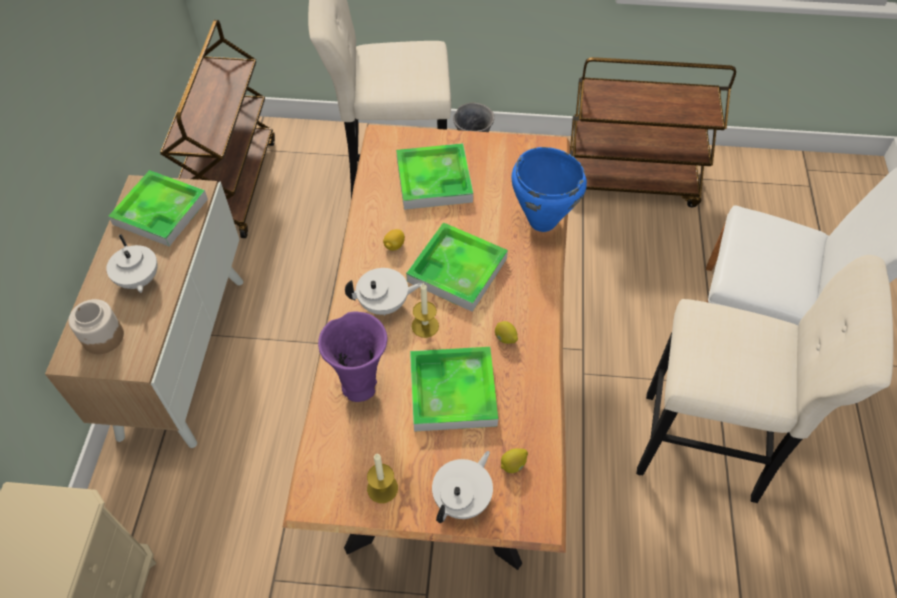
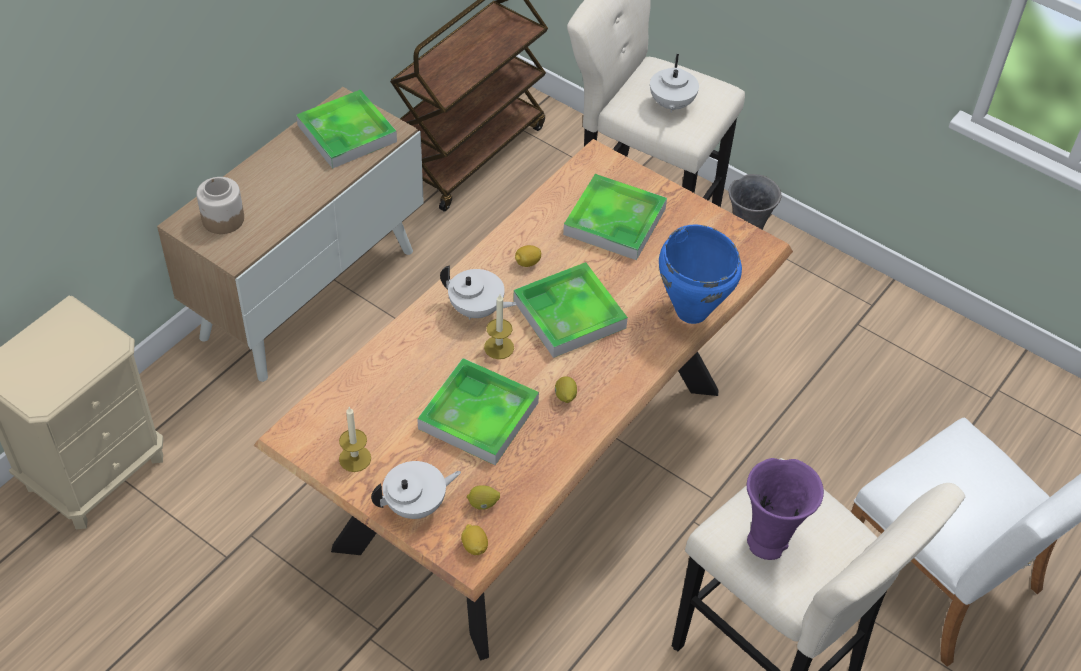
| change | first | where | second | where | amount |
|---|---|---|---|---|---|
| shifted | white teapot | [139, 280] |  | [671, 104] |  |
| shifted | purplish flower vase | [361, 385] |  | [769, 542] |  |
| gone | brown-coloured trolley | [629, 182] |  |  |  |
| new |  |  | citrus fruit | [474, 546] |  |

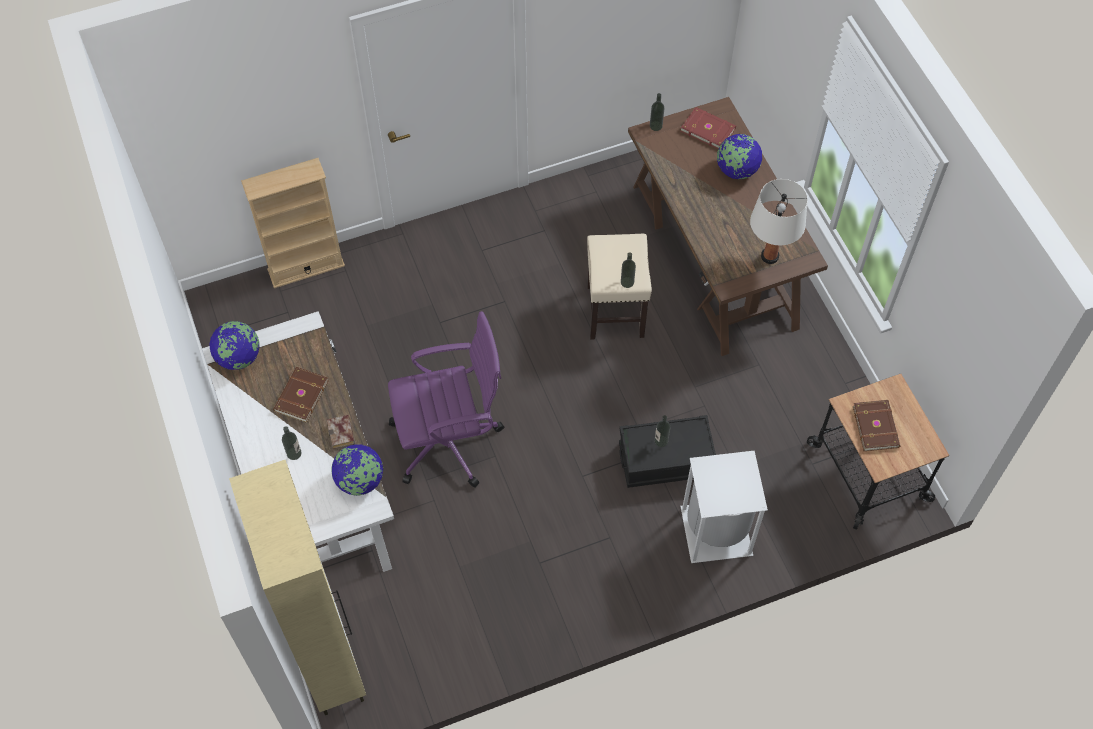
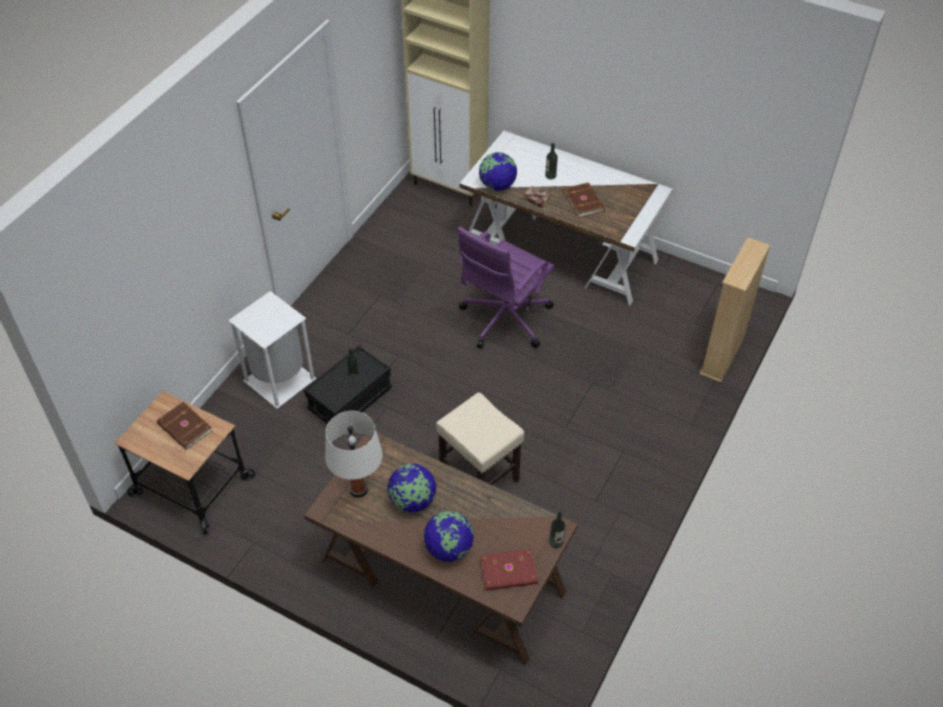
| change | first | where | second | where | amount |
|---|---|---|---|---|---|
| shifted | desk globe | [239, 357] |  | [412, 501] |  |
| gone | drink bottle | [627, 282] |  |  |  |

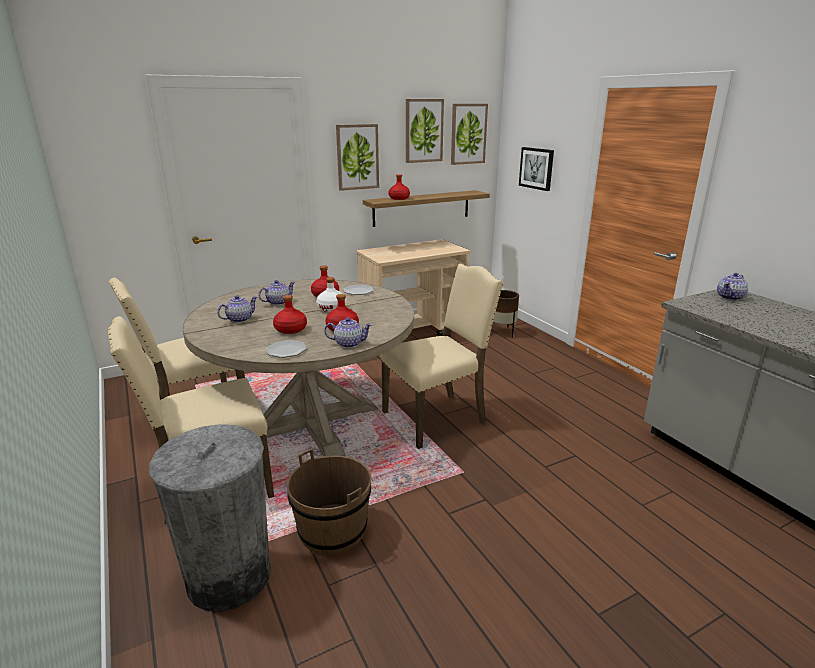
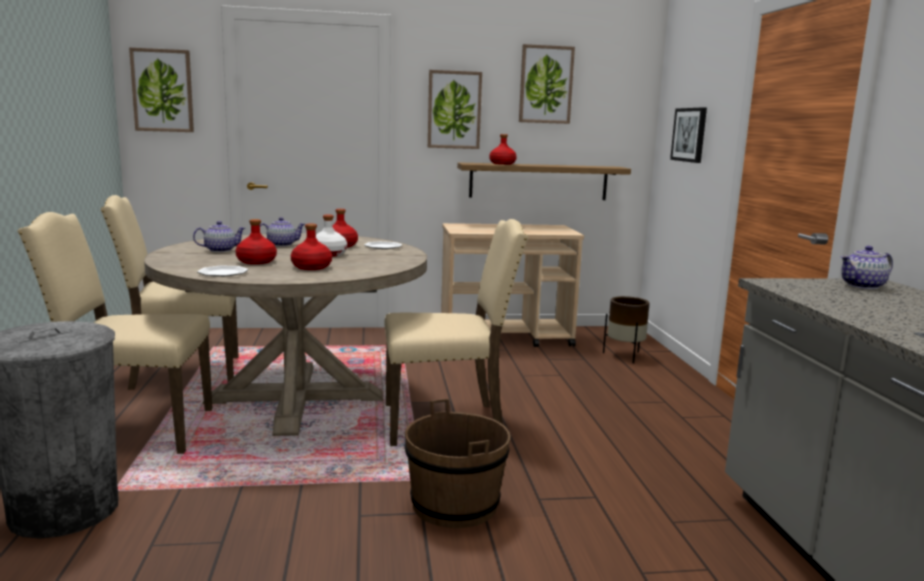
| change | first | where | second | where | amount |
|---|---|---|---|---|---|
| shifted | brown-coloured bucket | [332, 529] |  | [455, 505] |  |
| gone | teapot | [348, 343] |  |  |  |
| shifted | wall picture | [468, 134] |  | [162, 90] |  |

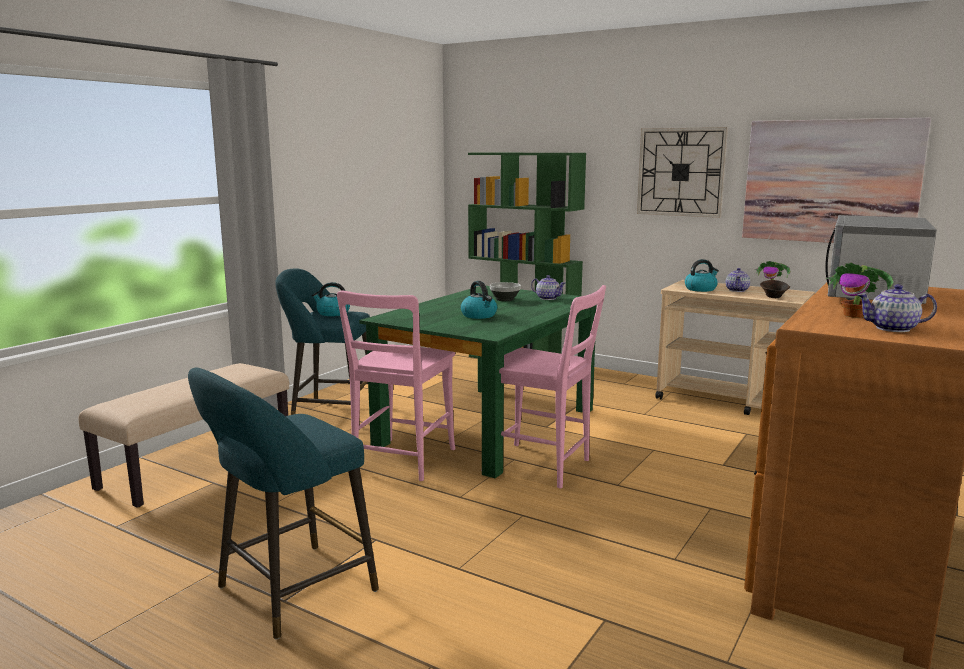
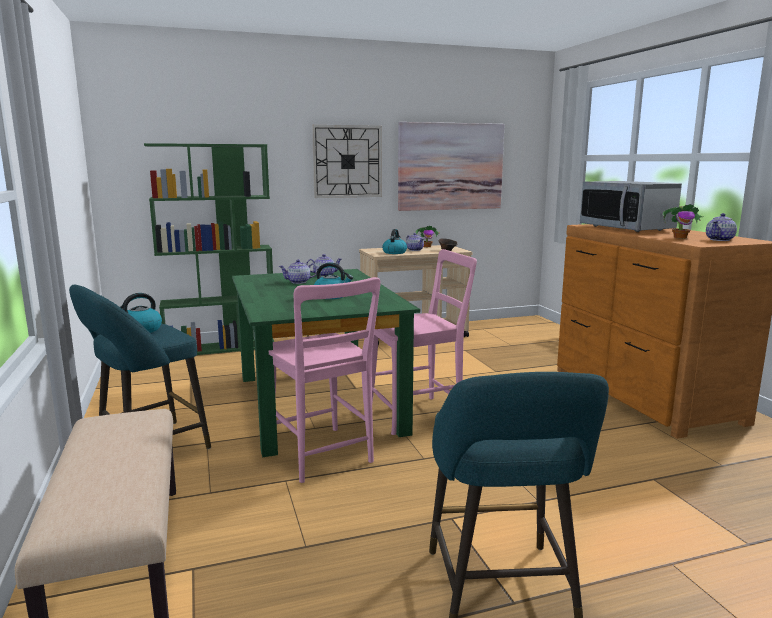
| change | first | where | second | where | amount |
|---|---|---|---|---|---|
| swapped | serving bowl | [505, 299] | teapot | [299, 282] |  |

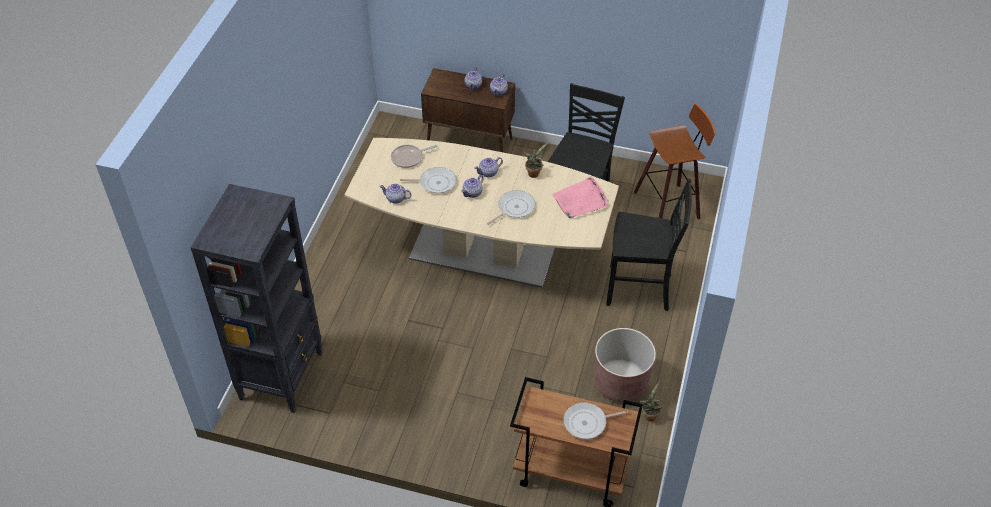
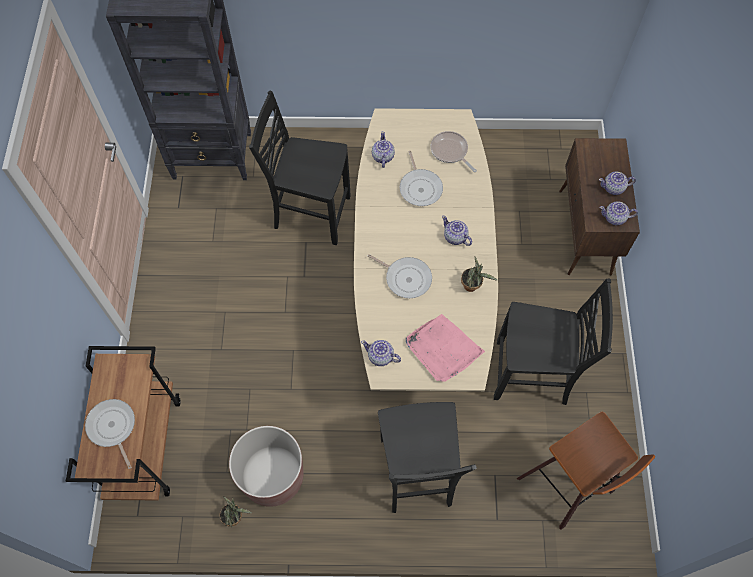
| change | first | where | second | where | amount |
|---|---|---|---|---|---|
| shifted | teapot | [473, 193] |  | [381, 357] |  |
| new |  |  | black-coloured plain chair | [310, 213] |  |

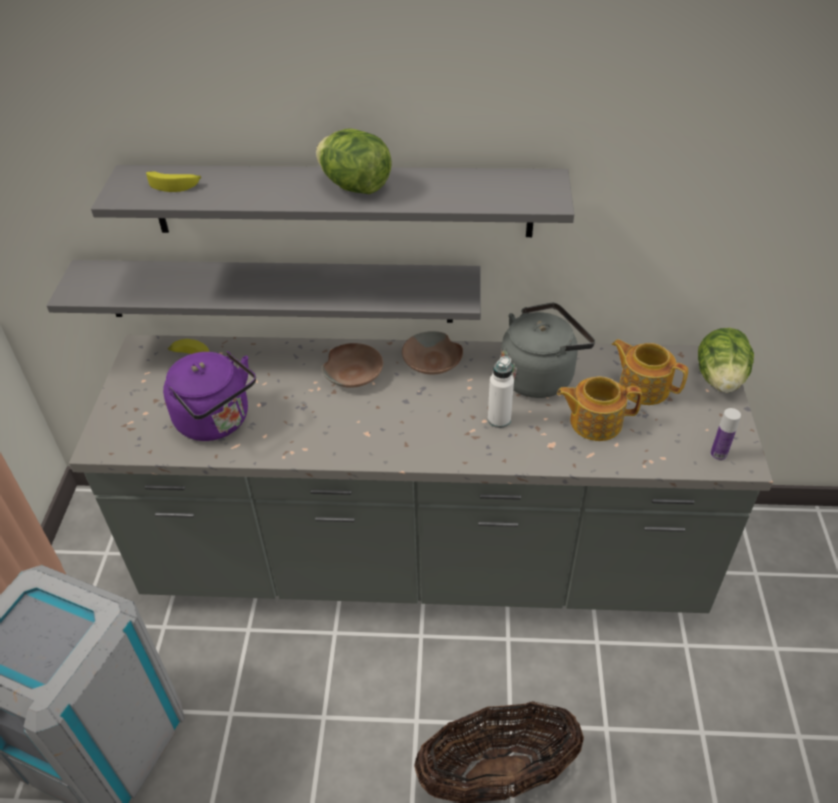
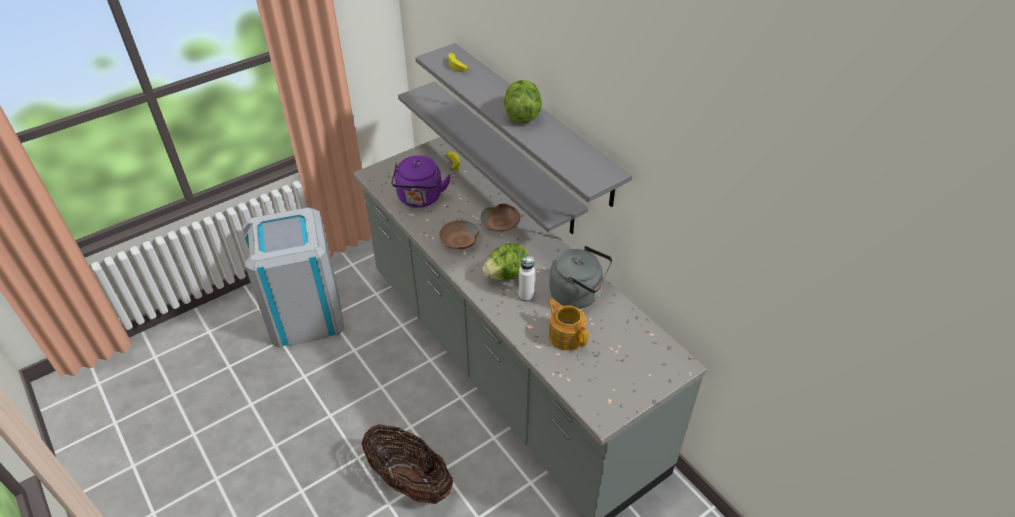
| change | first | where | second | where | amount |
|---|---|---|---|---|---|
| shifted | brown-coloured serving bowl | [432, 362] |  | [459, 241] |  |
| gone | teapot | [643, 386] |  |  |  |
| shifted | head of lettuce | [720, 379] |  | [507, 275] |  |
| gone | drink bottle | [718, 454] |  |  |  |

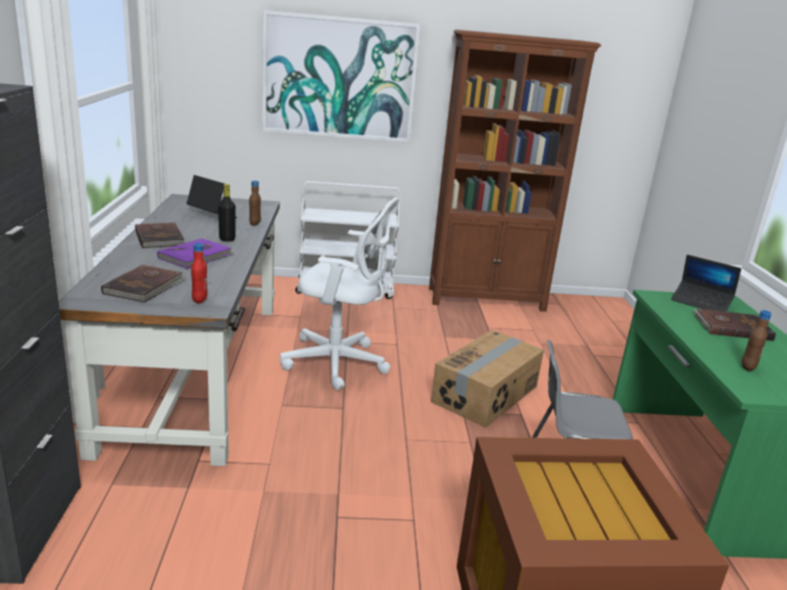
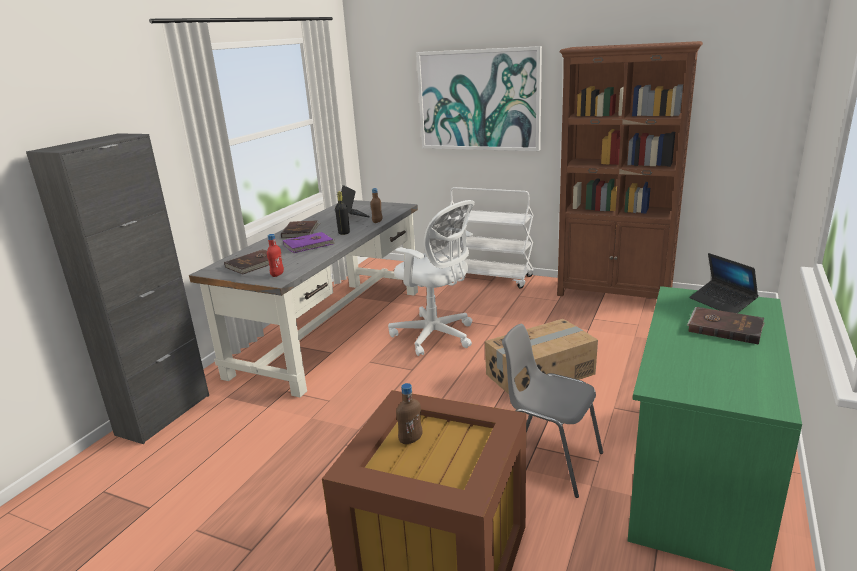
| change | first | where | second | where | amount |
|---|---|---|---|---|---|
| shifted | brown-coloured drink bottle | [748, 367] |  | [410, 440] |  |

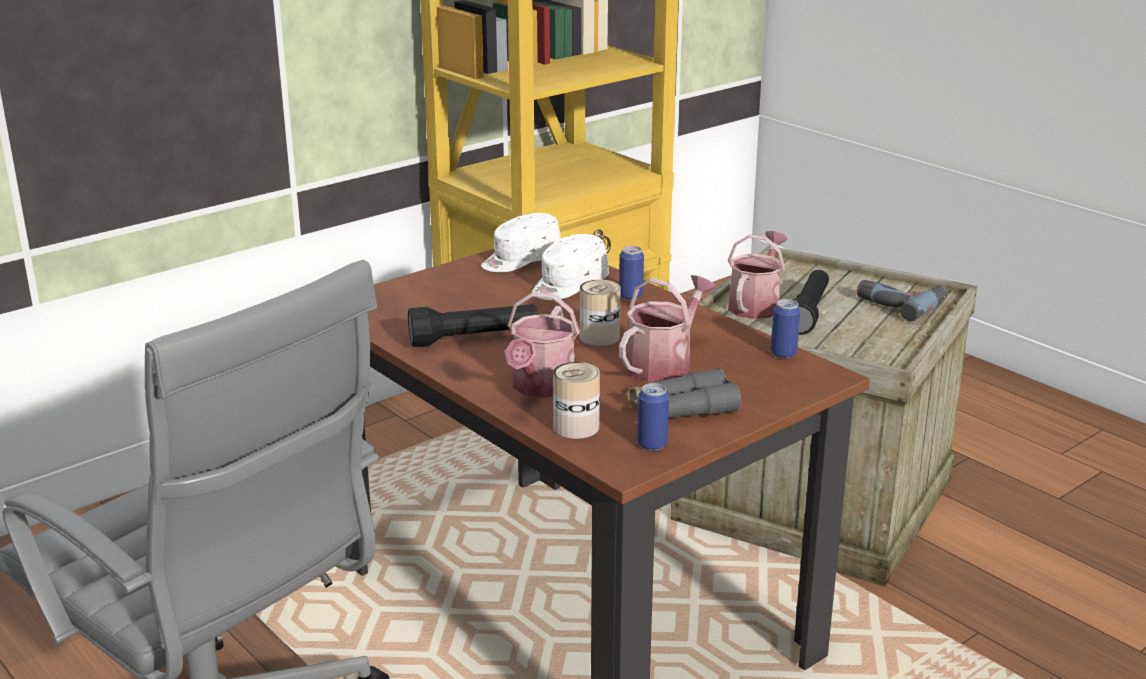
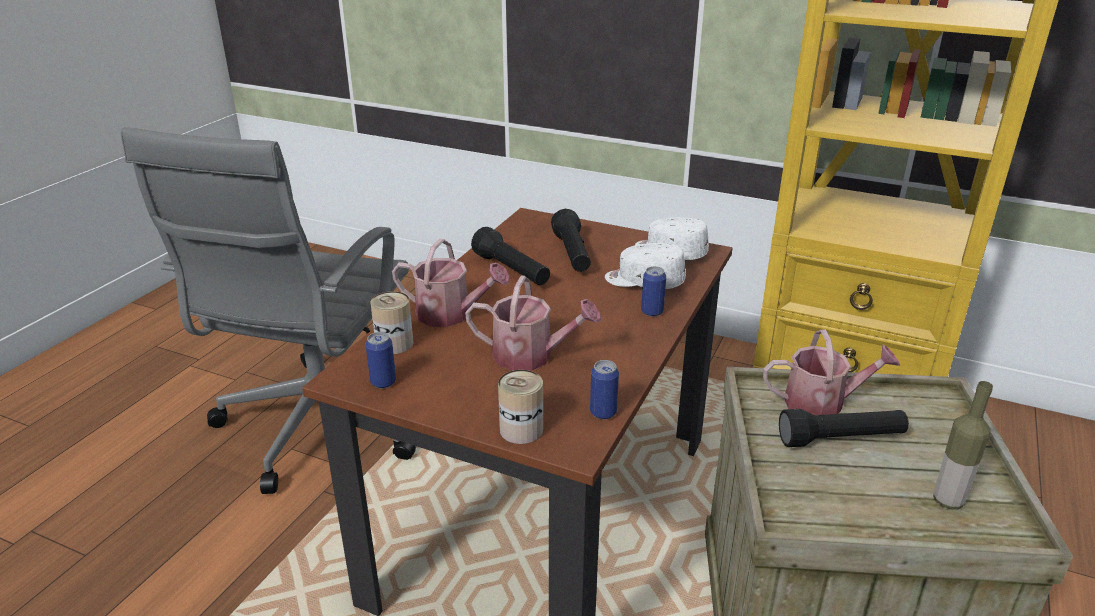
| change | first | where | second | where | amount |
|---|---|---|---|---|---|
| rotated | sprinkling can | [541, 387] |  | [451, 314] | 150 degrees counterclockwise |
| shifted | can | [599, 337] |  | [521, 429] |  |
| gone | gray binoculars | [682, 409] |  |  |  |
| swapped | power drill | [900, 303] | drink bottle | [948, 501] |  |
| new |  |  | black-coloured hand torch | [572, 254] |  |

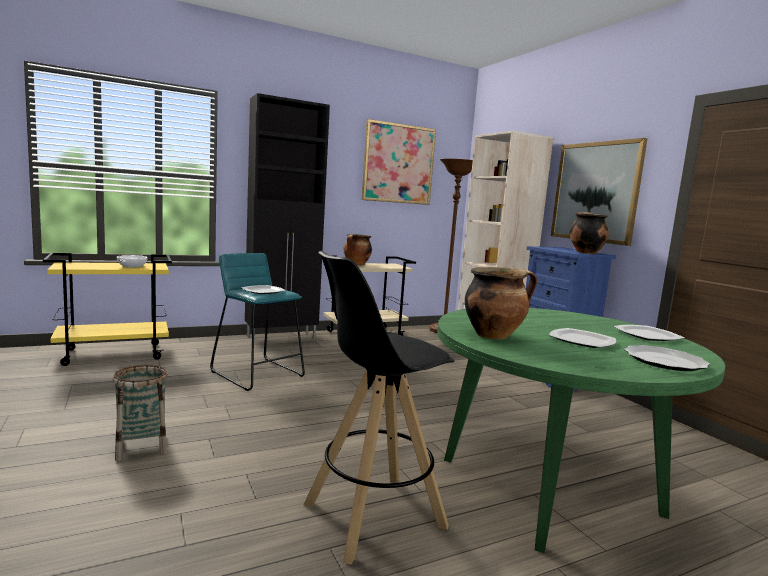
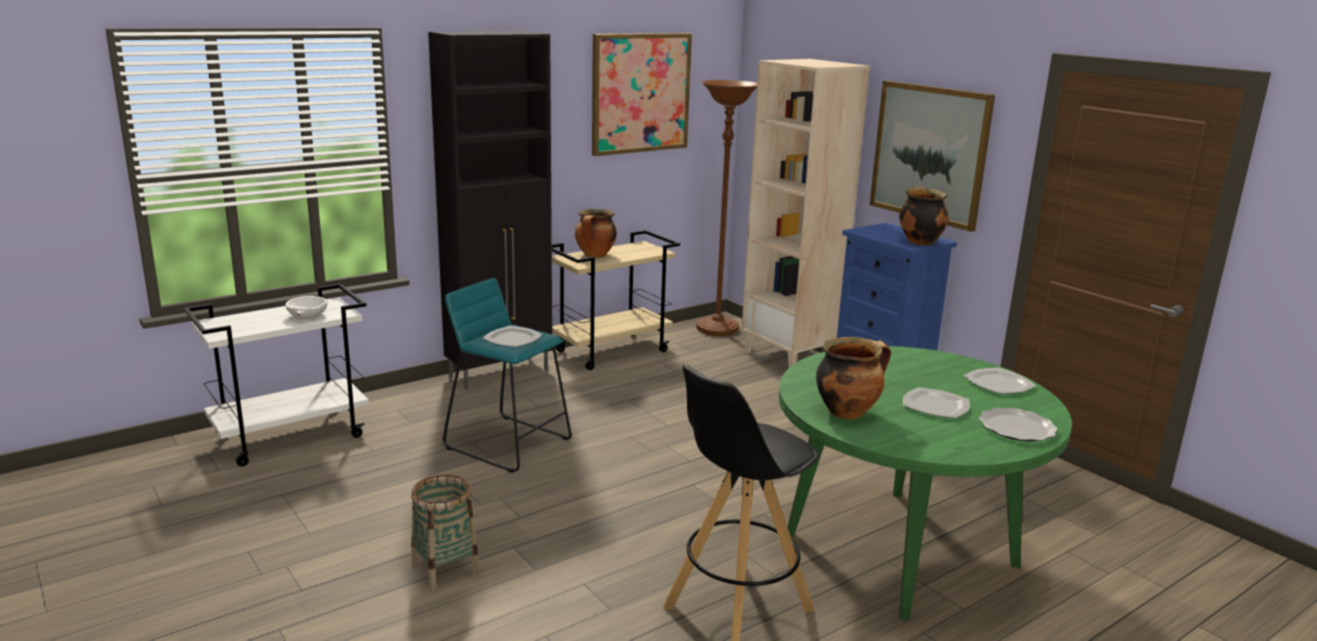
| change | first | where | second | where | amount |
|---|---|---|---|---|---|
| repainted | yellowish trolley | [114, 354] | white trolley | [292, 436] |  |

